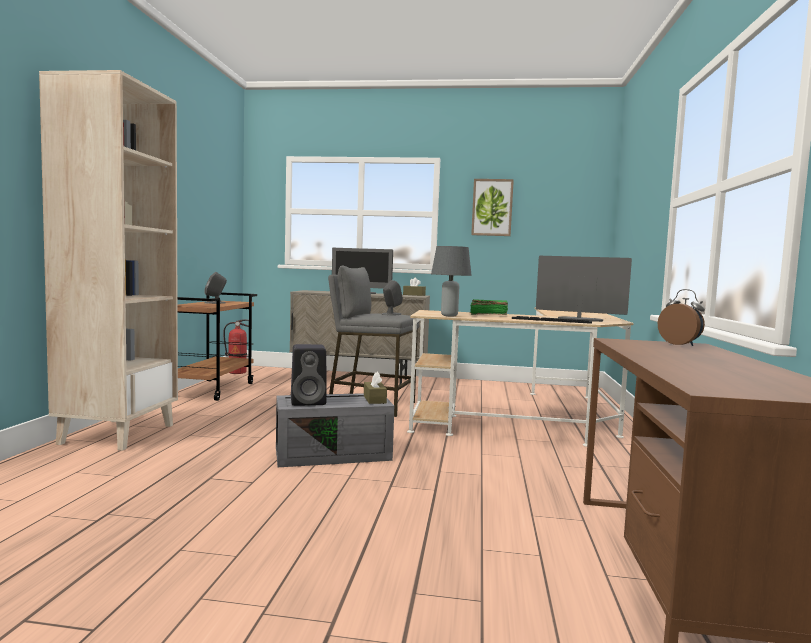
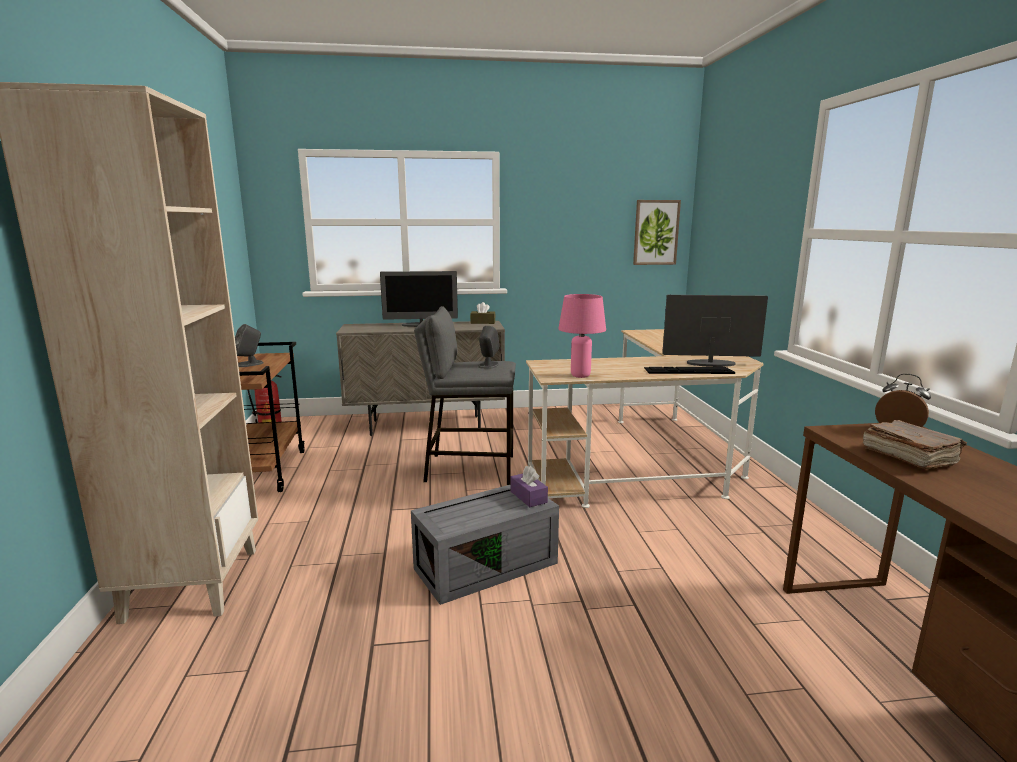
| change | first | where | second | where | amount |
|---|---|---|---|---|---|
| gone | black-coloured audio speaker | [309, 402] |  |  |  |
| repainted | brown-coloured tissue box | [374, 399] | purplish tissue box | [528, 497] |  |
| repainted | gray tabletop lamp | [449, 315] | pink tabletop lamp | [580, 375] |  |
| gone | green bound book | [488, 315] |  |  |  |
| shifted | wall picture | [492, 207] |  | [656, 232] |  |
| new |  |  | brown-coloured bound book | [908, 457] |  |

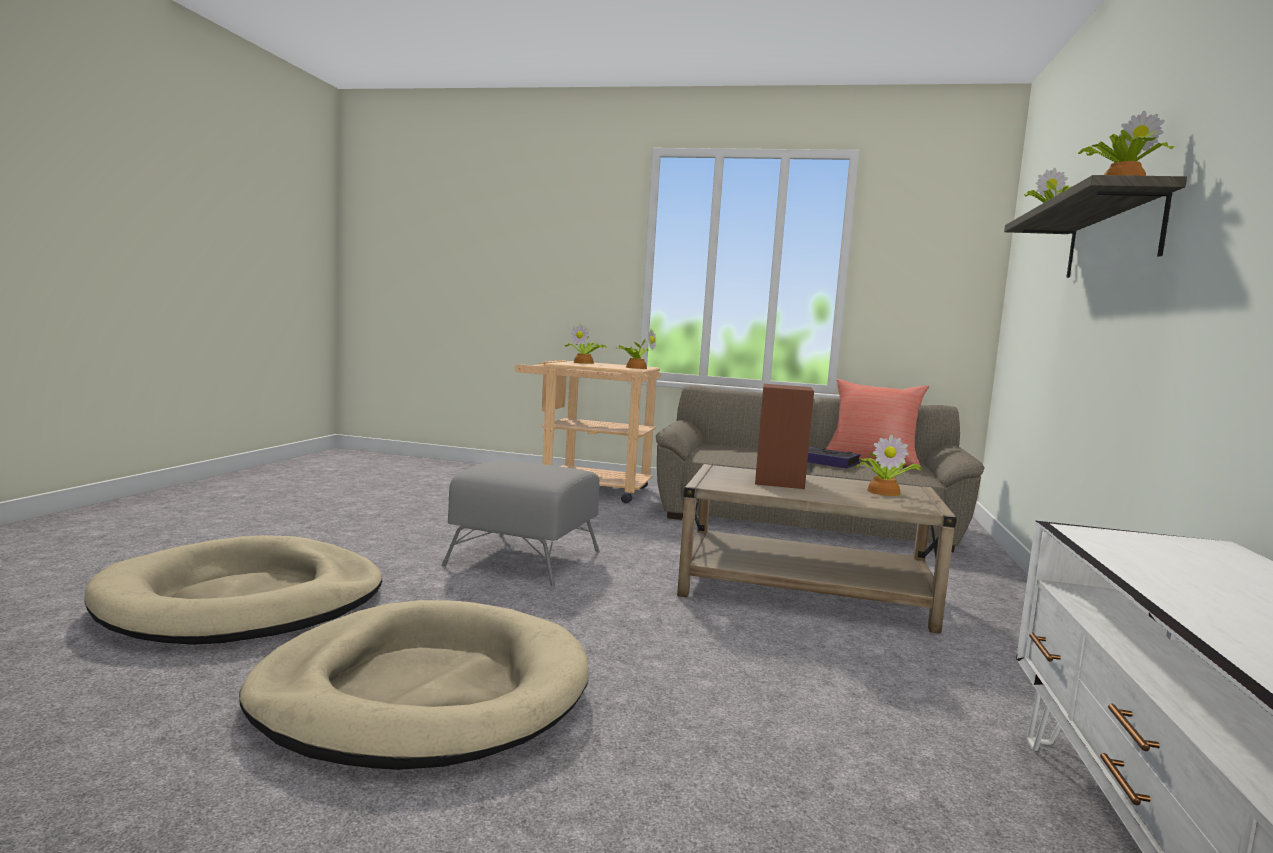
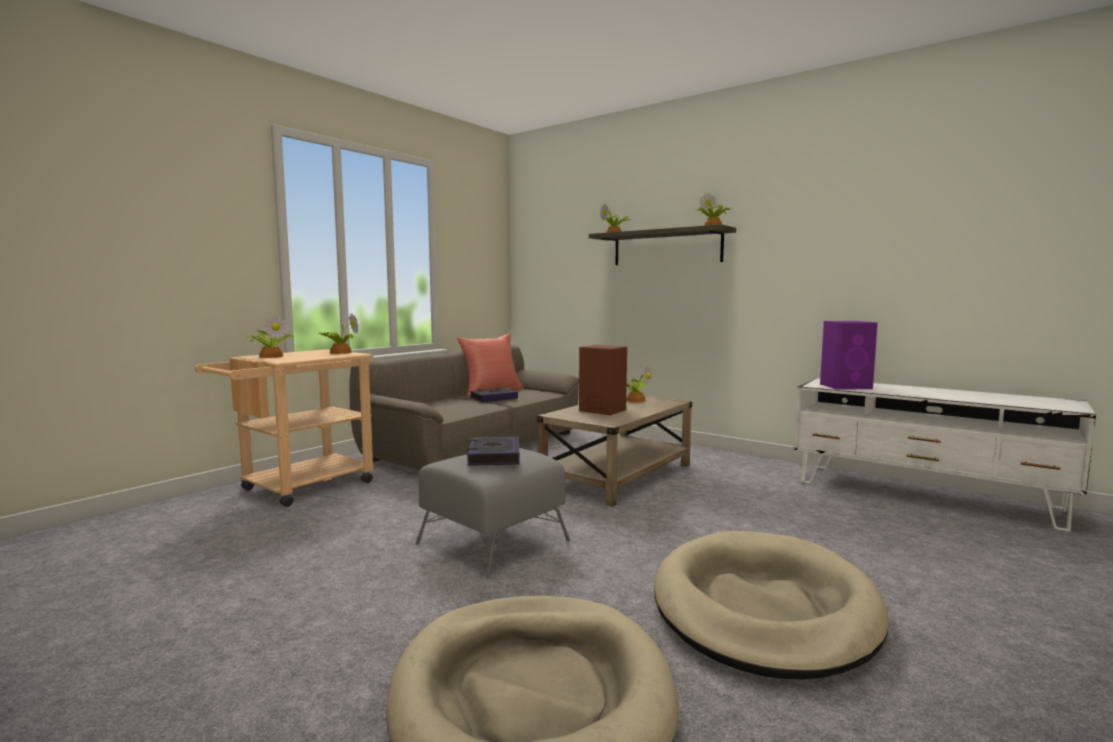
| change | first | where | second | where | amount |
|---|---|---|---|---|---|
| new |  |  | bound book | [493, 456] |  |
| new |  |  | purplish audio speaker | [846, 386] |  |

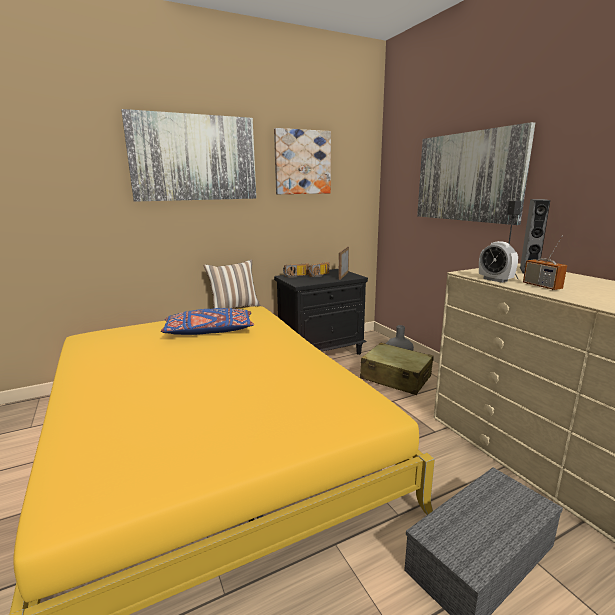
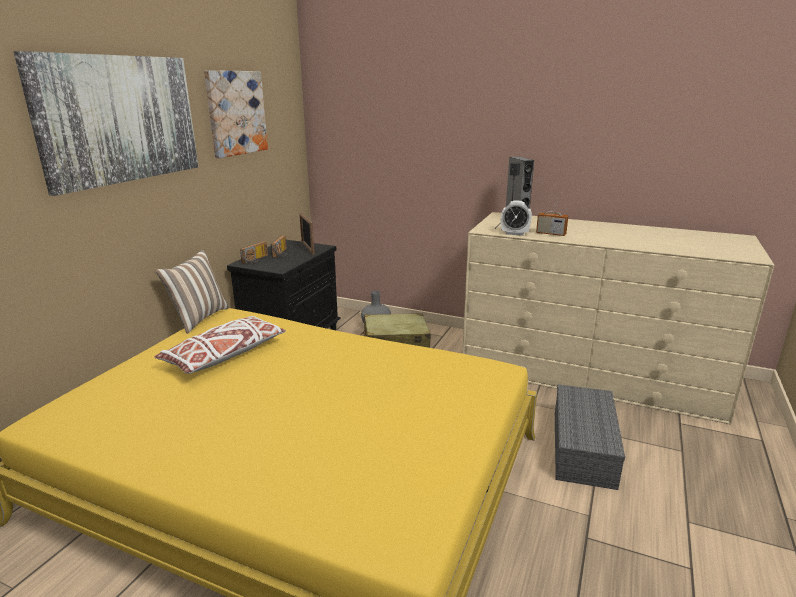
| change | first | where | second | where | amount |
|---|---|---|---|---|---|
| repainted | blue-coloured cushion | [209, 331] | white cushion | [224, 355] |  |
| gone | wall picture | [468, 177] |  |  |  |

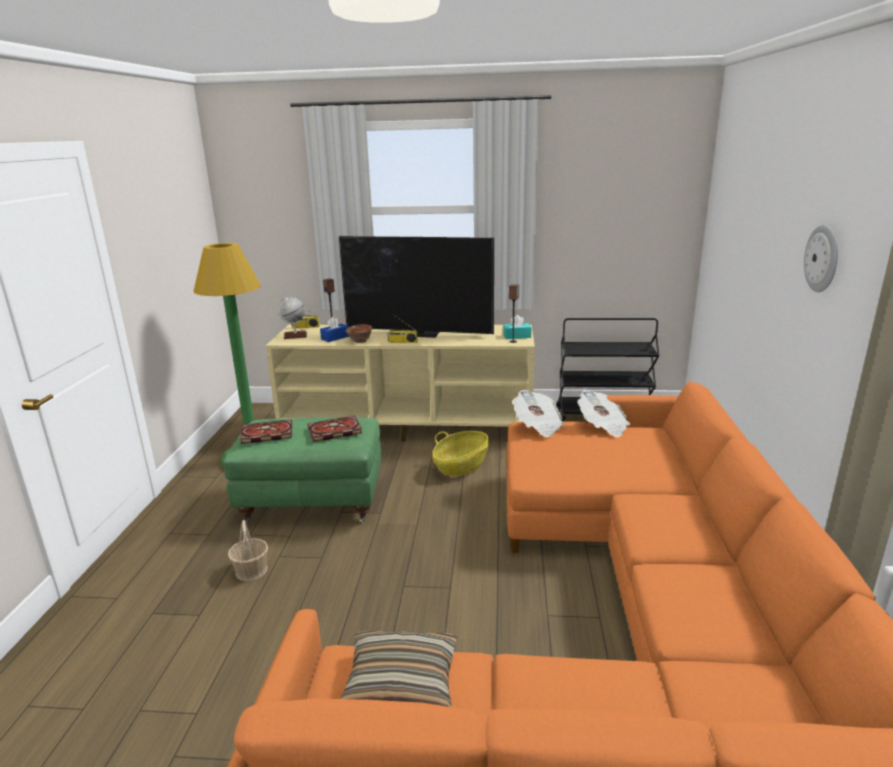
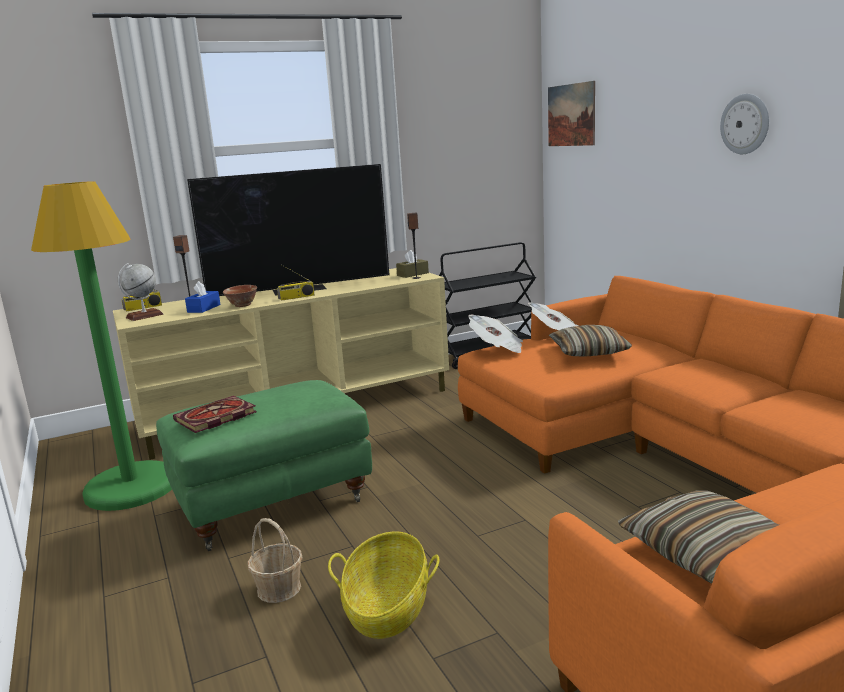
| change | first | where | second | where | amount |
|---|---|---|---|---|---|
| gone | bound book | [333, 431] |  |  |  |
| shifted | household basket | [461, 466] |  | [387, 608] |  |
| repainted | turquoise-coloured tissue box | [517, 336] | brown-coloured tissue box | [412, 274] |  |
| new |  |  | wall picture | [571, 115] |  |
| new |  |  | cushion | [589, 351] |  |

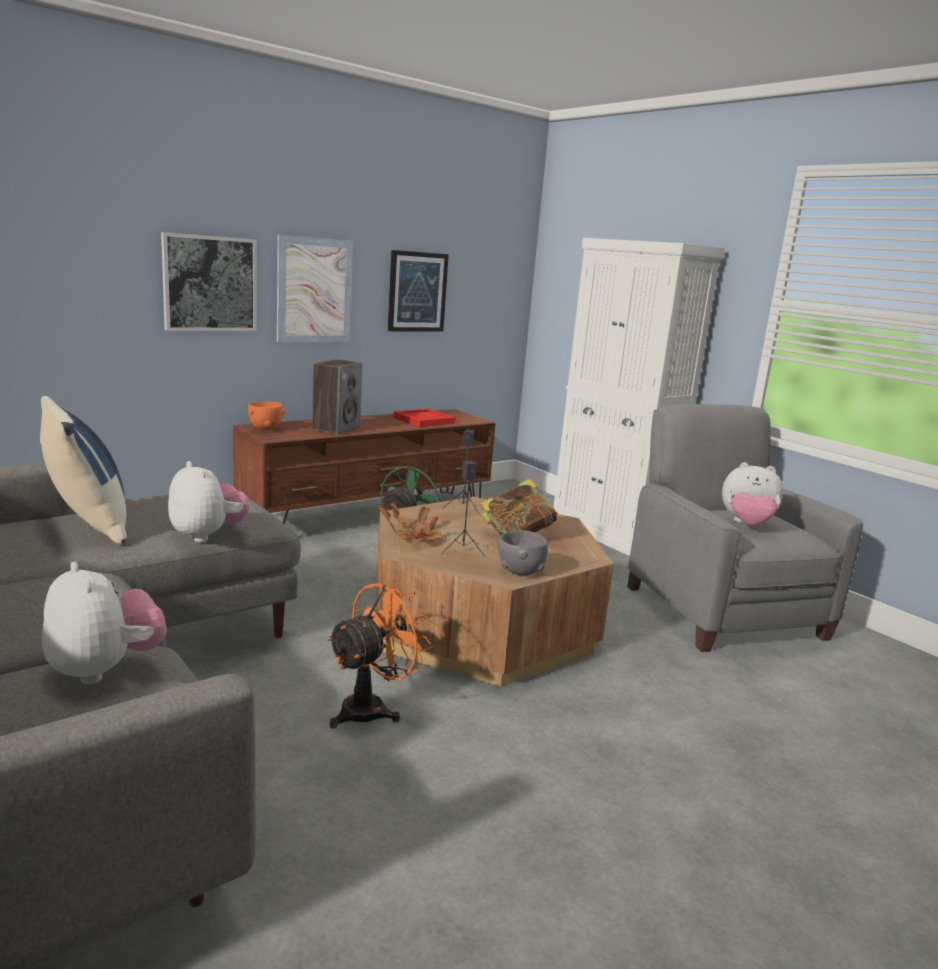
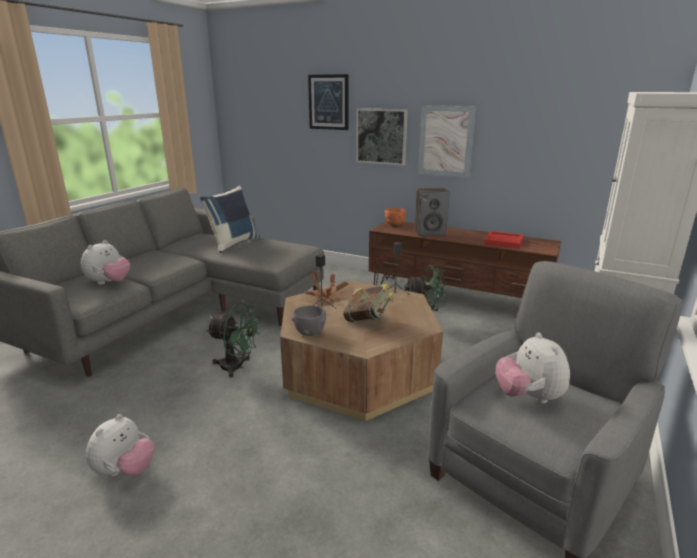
| change | first | where | second | where | amount |
|---|---|---|---|---|---|
| shifted | plush toy | [207, 535] |  | [125, 471] |  |
| repainted | orange-coloured electric fan | [372, 708] | green electric fan | [237, 367] |  |
| shifted | wall picture | [417, 292] |  | [328, 102] |  |

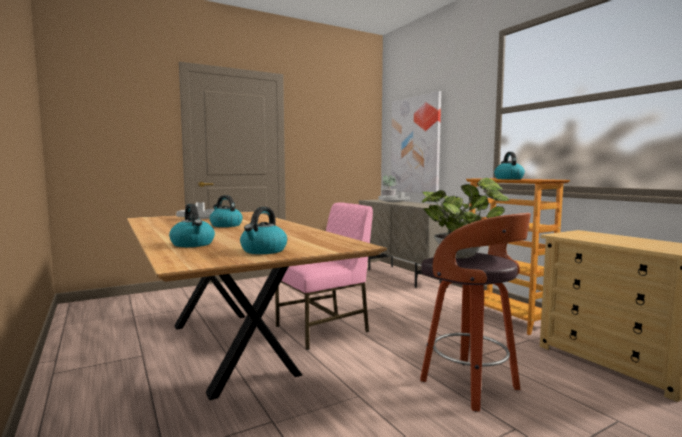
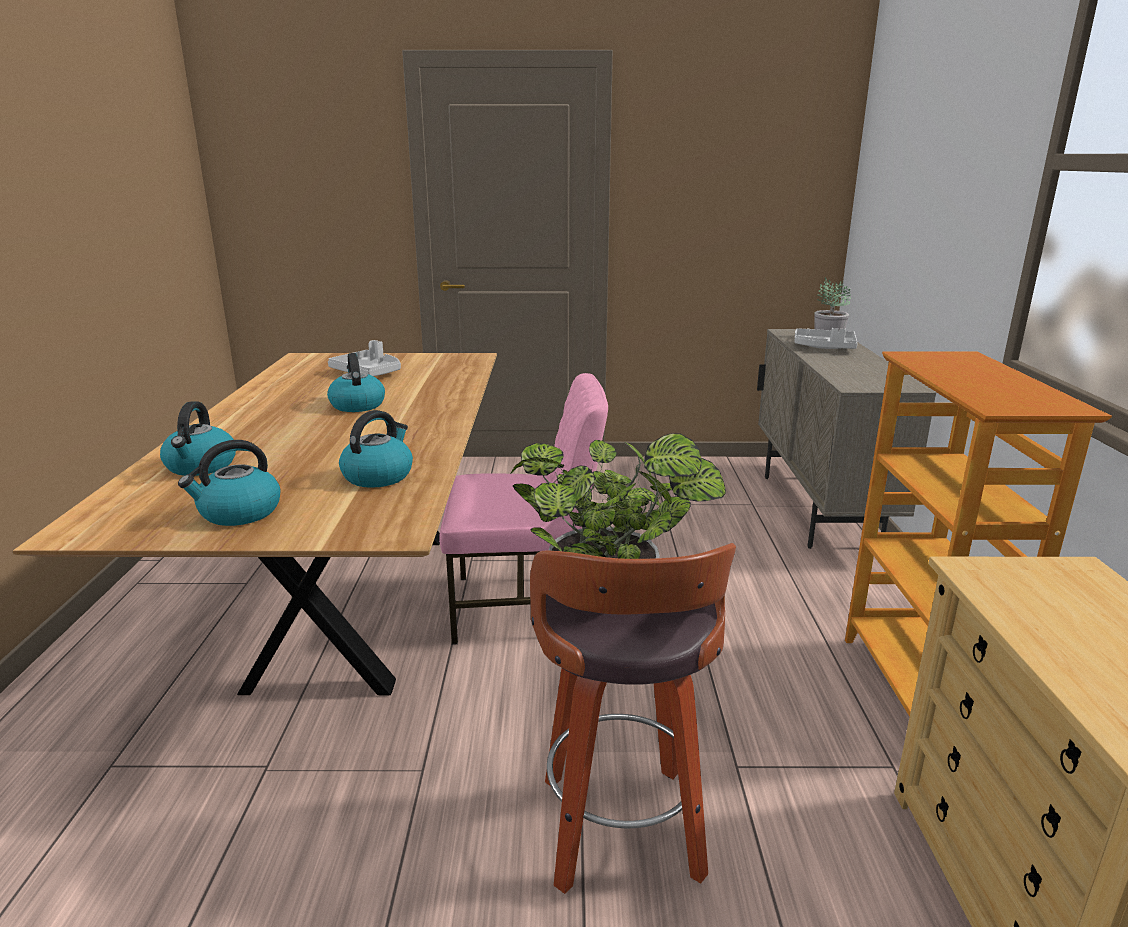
| change | first | where | second | where | amount |
|---|---|---|---|---|---|
| gone | wall picture | [415, 145] |  |  |  |
| shifted | water kettle | [508, 179] |  | [378, 476] |  |

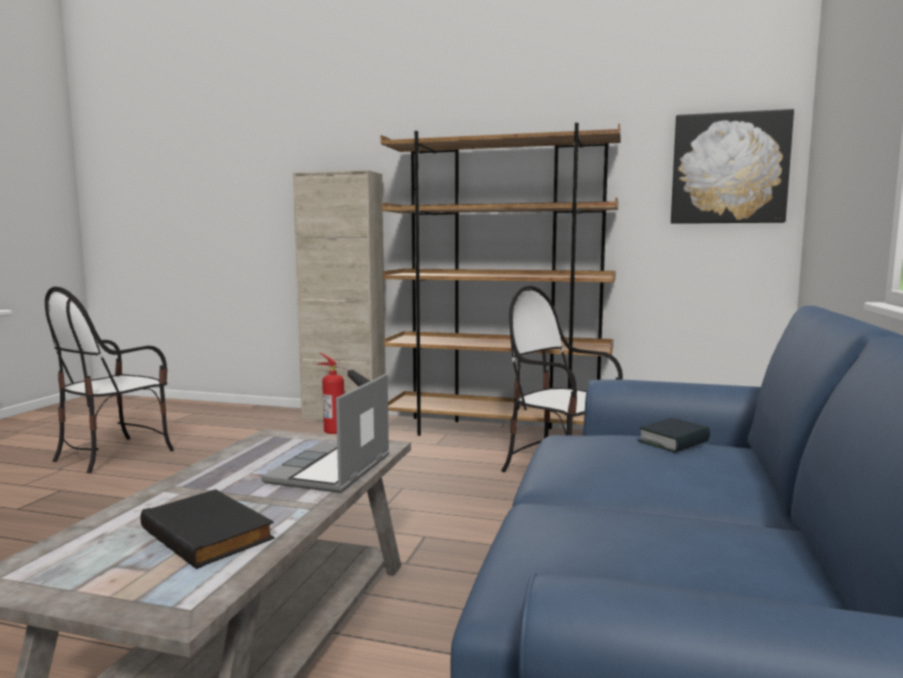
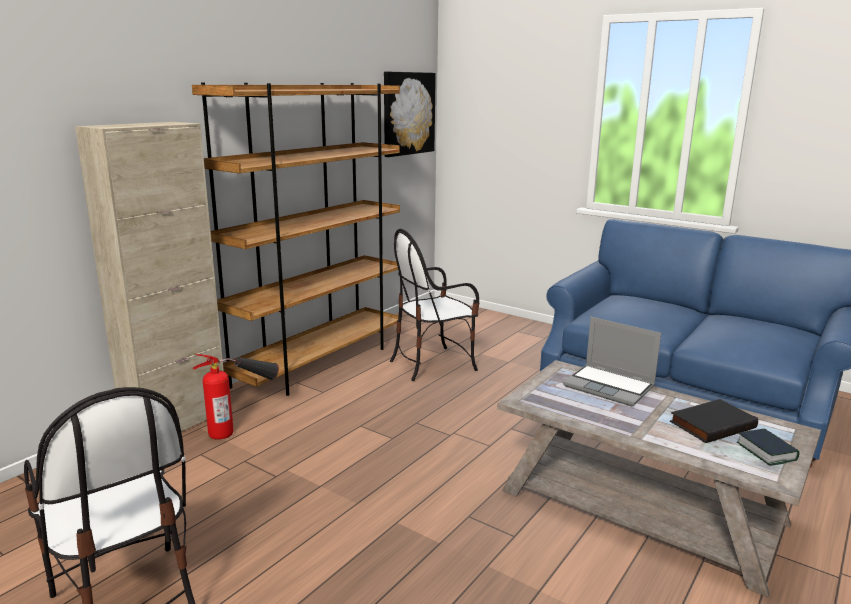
| change | first | where | second | where | amount |
|---|---|---|---|---|---|
| shifted | bound book | [674, 442] |  | [766, 451] |  |

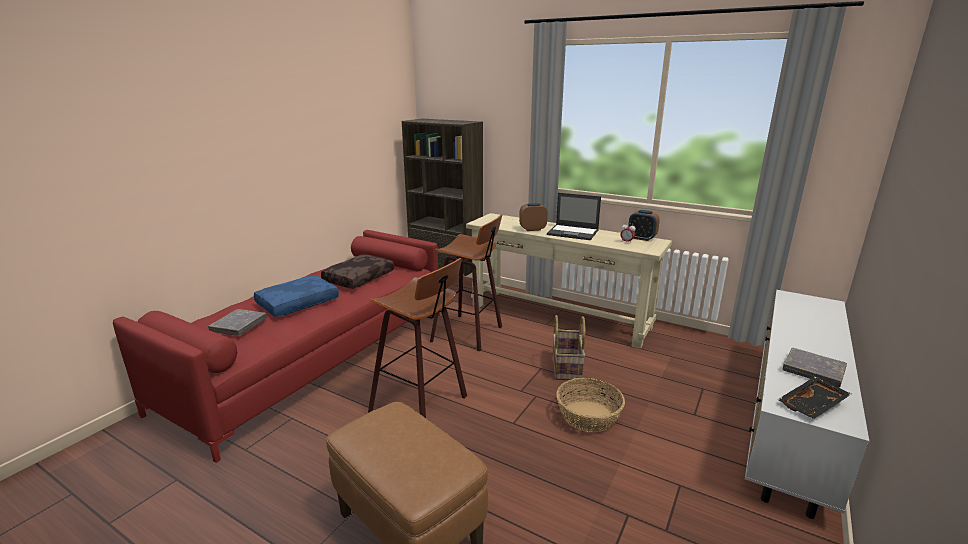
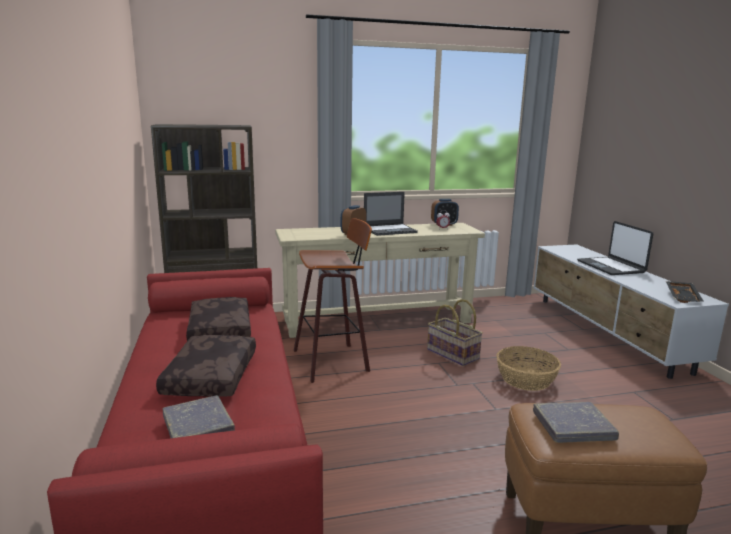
| change | first | where | second | where | amount |
|---|---|---|---|---|---|
| repainted | blue-coloured cushion | [298, 303] | brown-coloured cushion | [209, 376] |  |
| gone | stool | [423, 403] |  |  |  |
| shifted | gray bound book | [813, 370] |  | [573, 426] |  |
| new |  |  | notebook computer | [611, 267] |  |

